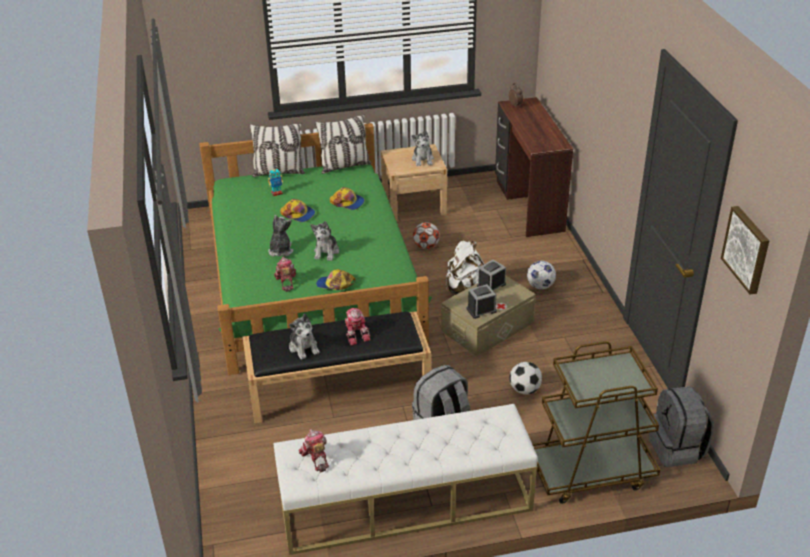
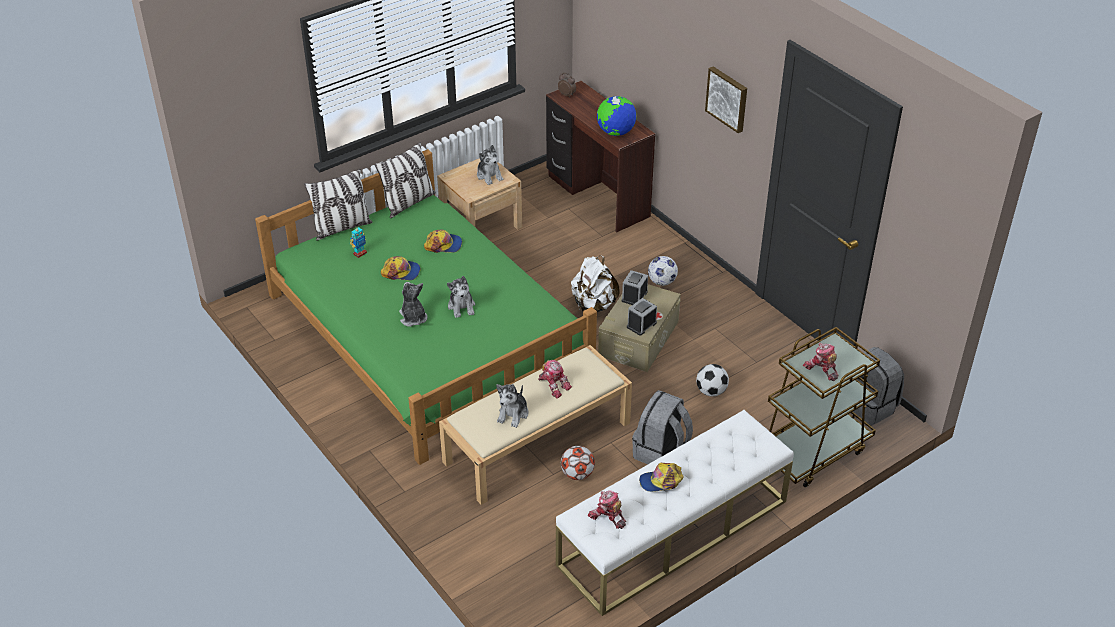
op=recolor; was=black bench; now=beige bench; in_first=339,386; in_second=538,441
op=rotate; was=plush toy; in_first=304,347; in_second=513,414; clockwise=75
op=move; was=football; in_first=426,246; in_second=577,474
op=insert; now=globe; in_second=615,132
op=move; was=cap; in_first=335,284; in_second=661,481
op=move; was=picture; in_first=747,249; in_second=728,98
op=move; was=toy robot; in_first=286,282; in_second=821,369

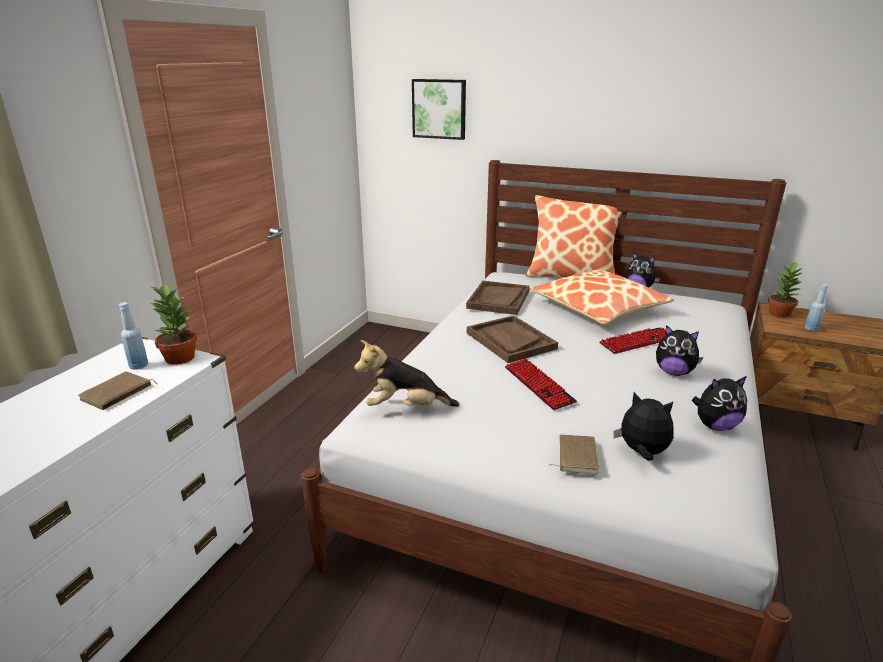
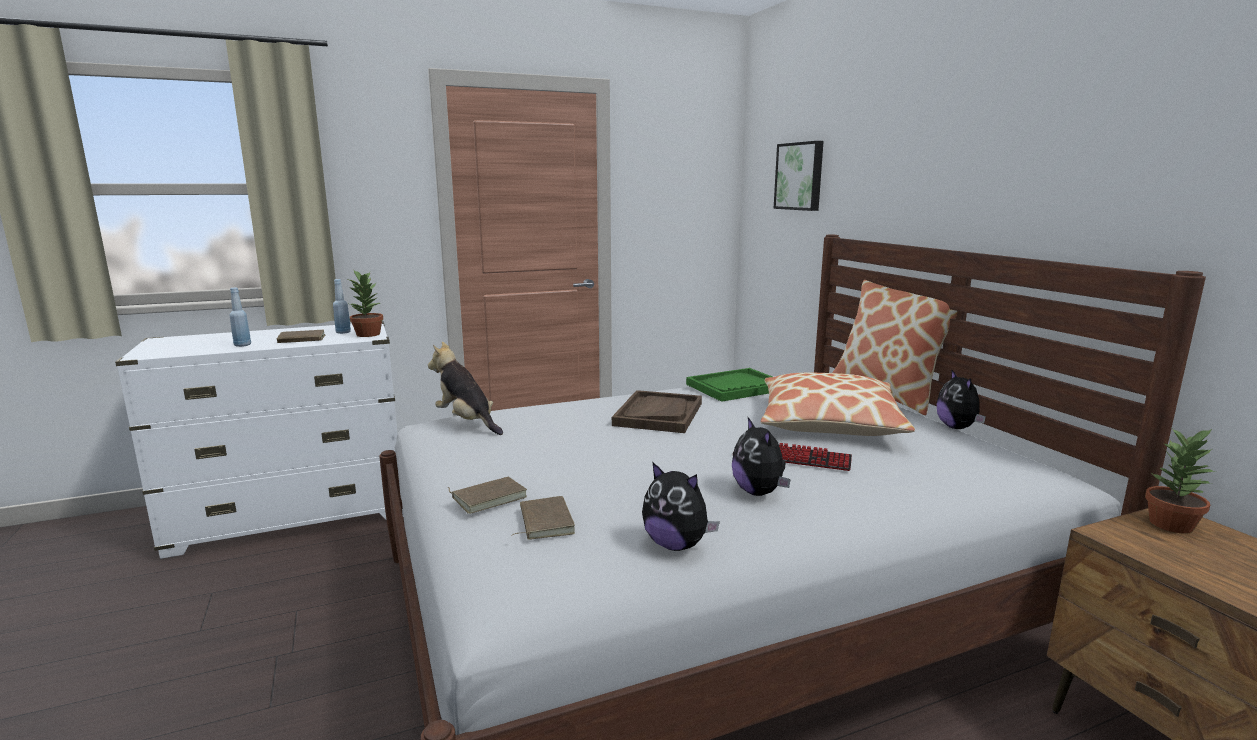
op=move; was=blue bottle; in_first=811,329; in_second=242,345
op=replace; was=plush toy; now=brown book; in_first=642,452; in_second=544,522
op=recolor; was=brown tray; now=green tray; in_first=498,299; in_second=736,387
op=delete; was=keyboard; in_first=538,385

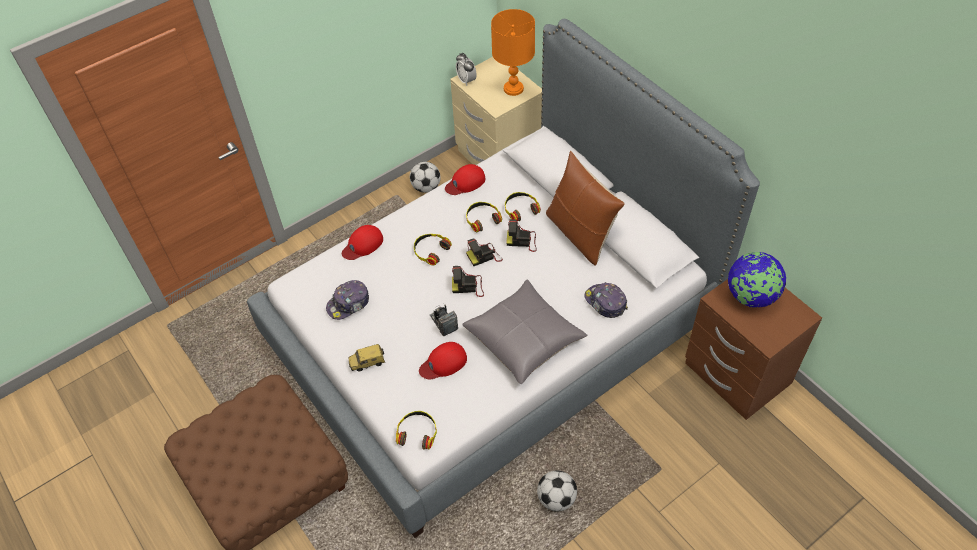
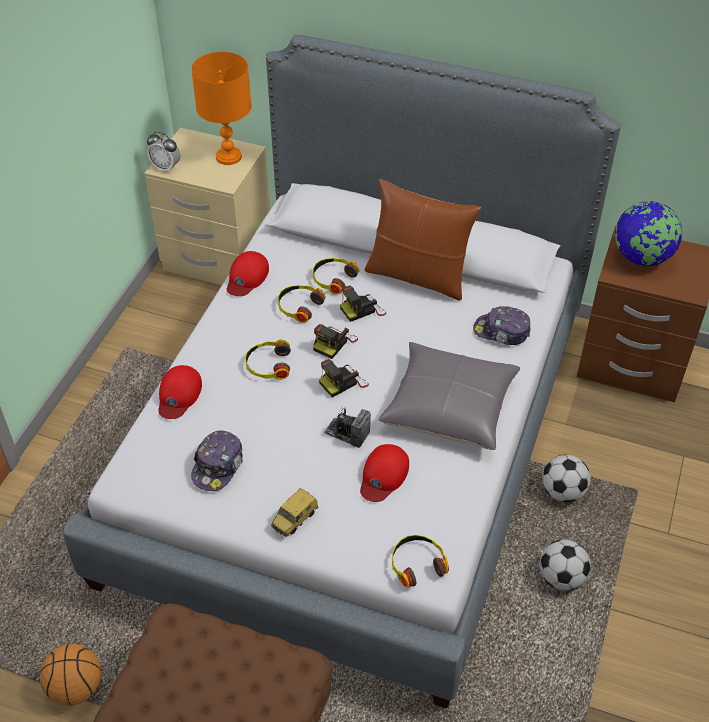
op=insert; now=basketball; in_second=76,688
op=move; was=football; in_first=426,187; in_second=562,492

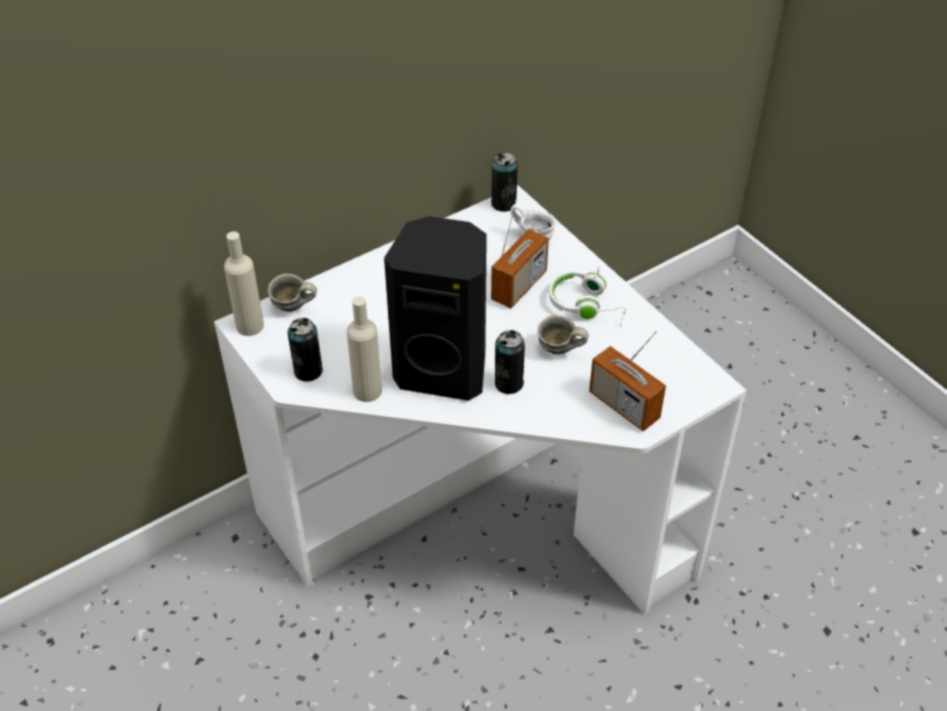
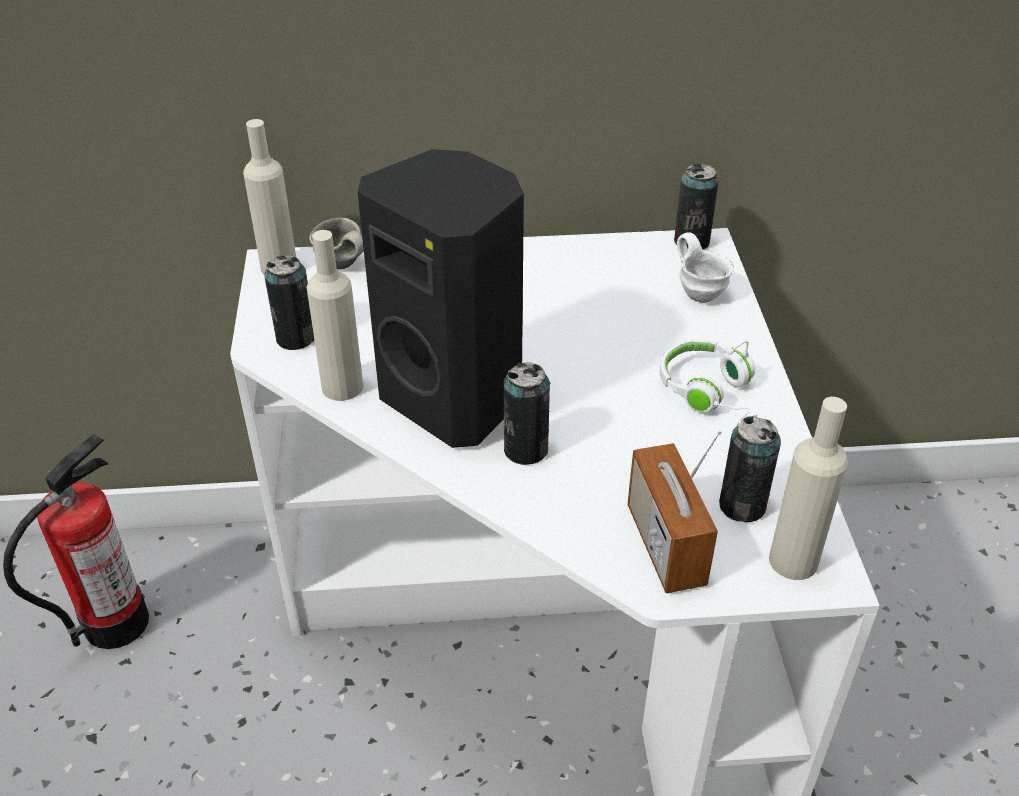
op=insert; now=fire extinguisher; in_second=115,622
op=insert; now=can; in_second=742,506
op=insert; now=beige bottle; in_second=793,560
op=delete; was=radio; in_first=519,286
op=delete; was=grey mug; in_first=559,352

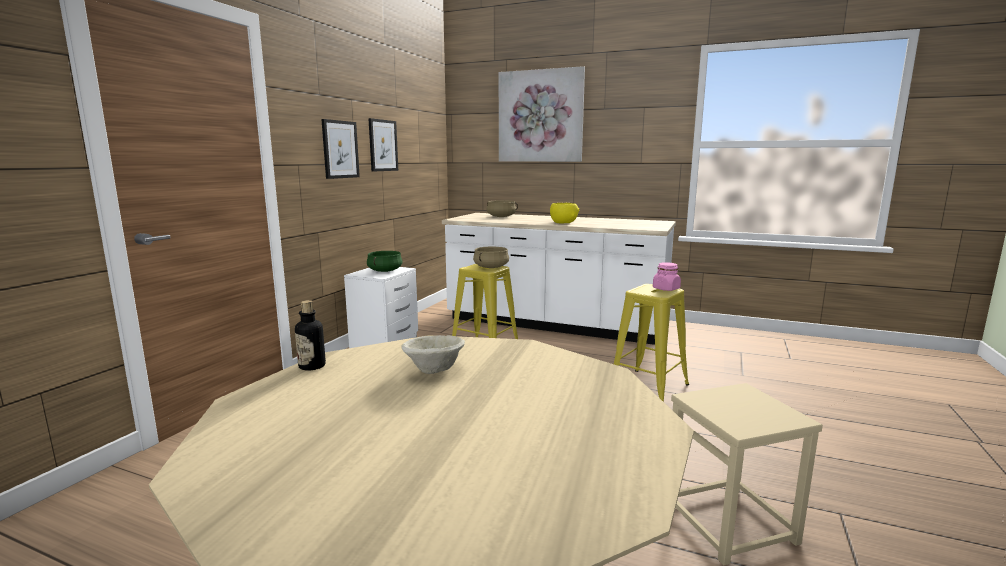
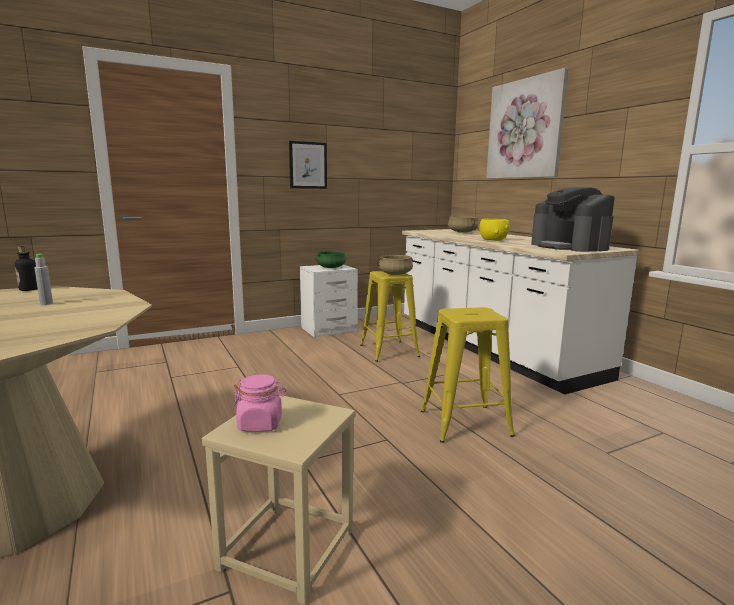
op=replace; was=beige bowl; now=grey bottle; in_first=433,371; in_second=46,303
op=move; was=pink jar; in_first=666,289; in_second=260,424
op=insert; now=coffee machine; in_second=569,247
op=delete; was=picture; in_first=383,145

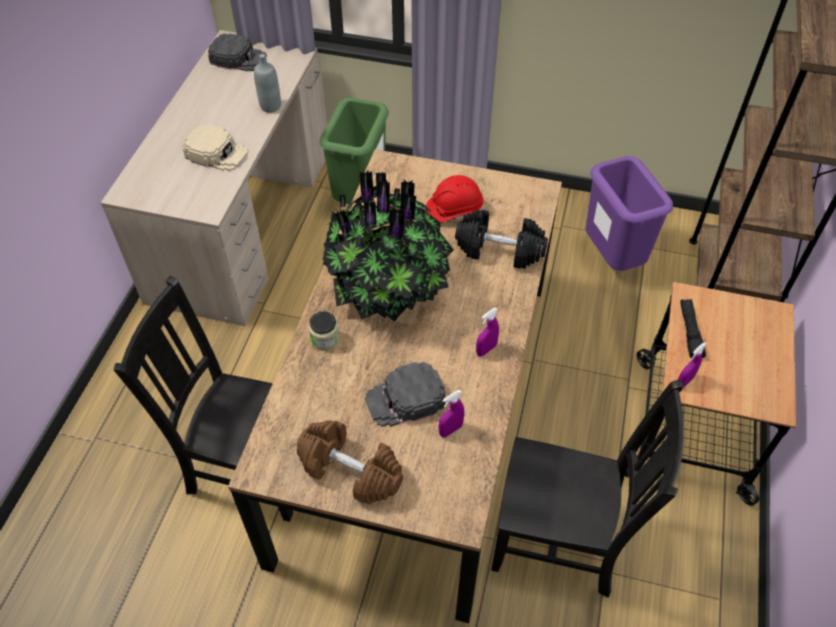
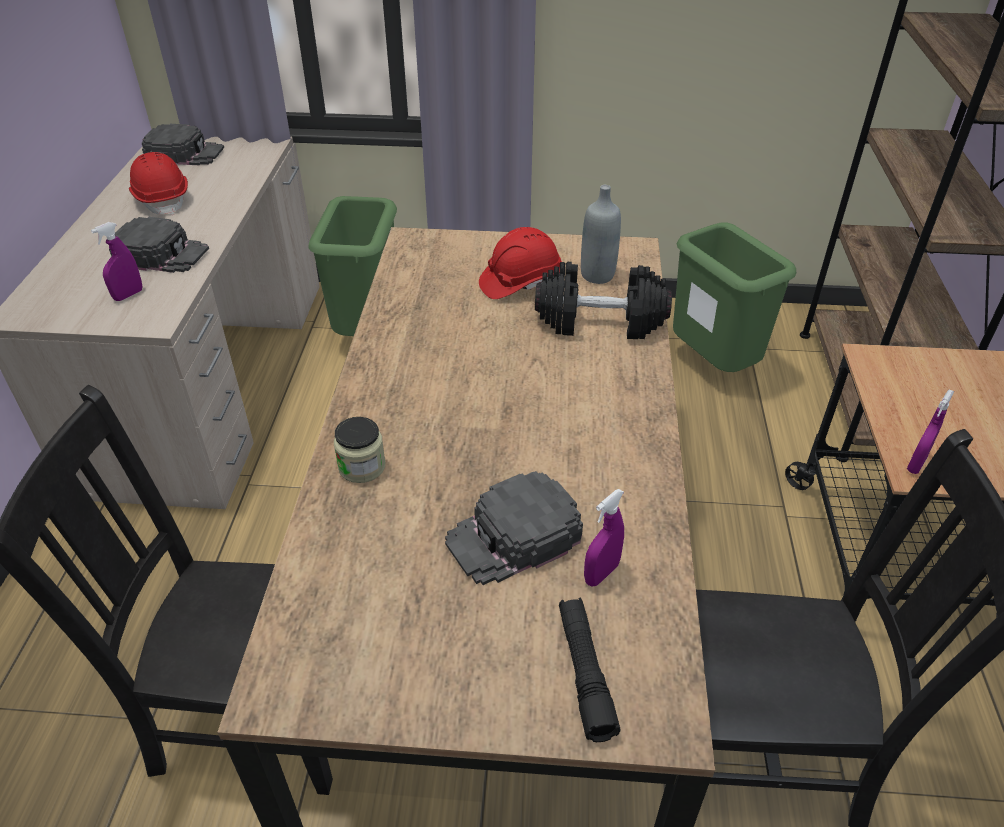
op=move; was=purple spray bottle; in_first=486,349; in_second=128,295
op=recolor; was=beige cap; now=black cap; in_first=217,153; in_second=162,254
op=insert; now=red hard hat; in_second=162,199
op=move; was=black flashlight; in_first=689,332; in_second=584,673
op=move; was=grey bottle; in_first=270,106; in_second=597,275
op=recolor; was=purple trash can; now=green trash can; in_first=613,259; in_second=713,366
op=delete; was=brown dumbbell; in_first=351,470
op=delete; was=potted plant; in_first=389,291

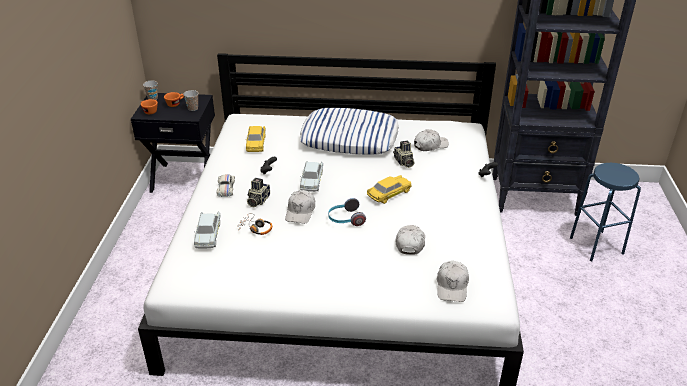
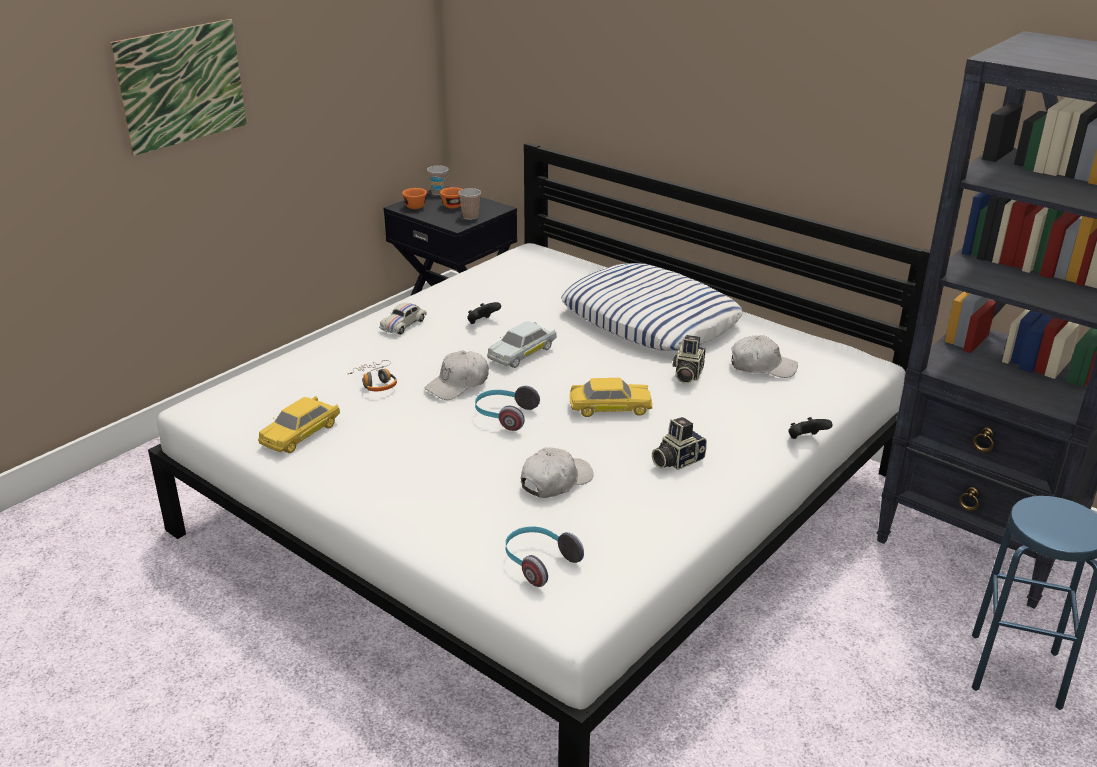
op=insert; now=picture; in_second=181,85
op=move; was=yellow toy car; in_first=256,143; in_second=301,434
op=replace; was=white cap; now=headphones; in_first=452,286; in_second=538,562
op=move; was=photo camera; in_first=257,200; in_second=676,460
op=delete; was=white toy car; in_first=208,235

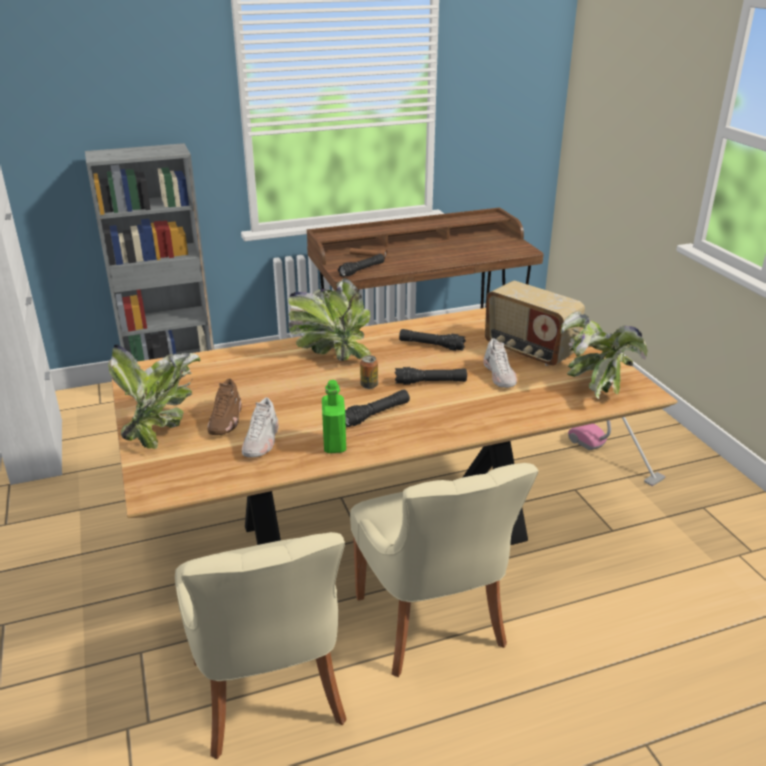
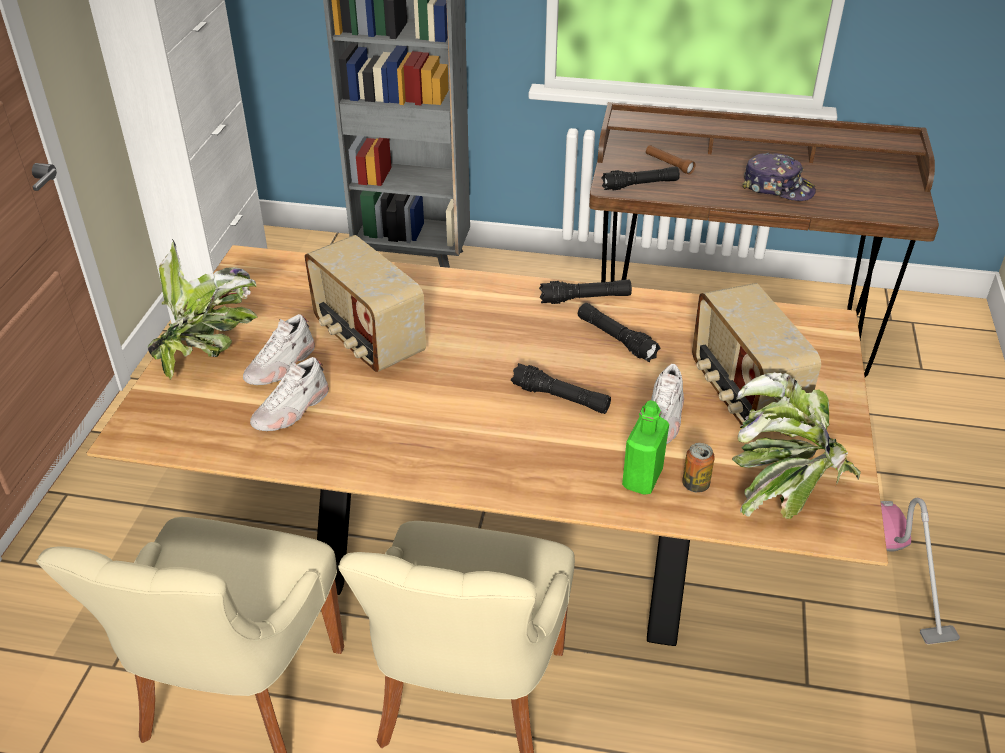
op=recolor; was=brown shoe; now=white shoe; in_first=226,420; in_second=281,365
op=insert; now=radio; in_second=367,339
op=move; was=black flashlight; in_first=376,414; in_second=585,299
op=move; was=green bottle; in_first=334,444; in_second=642,478
op=move; was=can; in_first=369,385; in_second=695,484
op=insert; now=cap; in_second=777,188
op=delete; was=potted plant; in_first=331,352

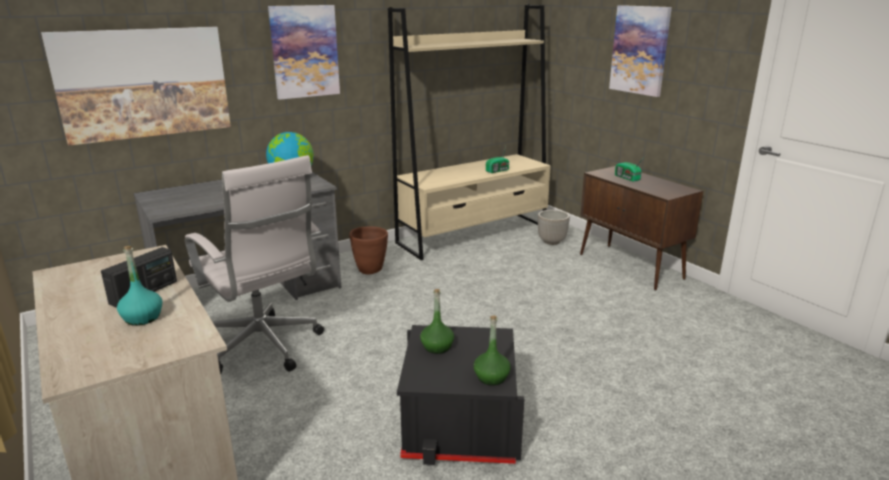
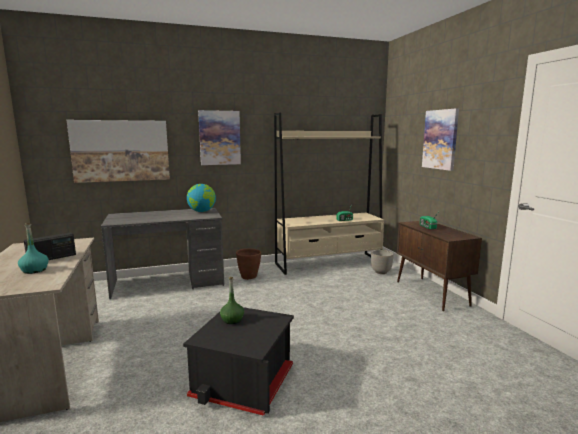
op=delete; was=white office chair; in_first=265,348
op=delete; was=green bottle; in_first=491,377

